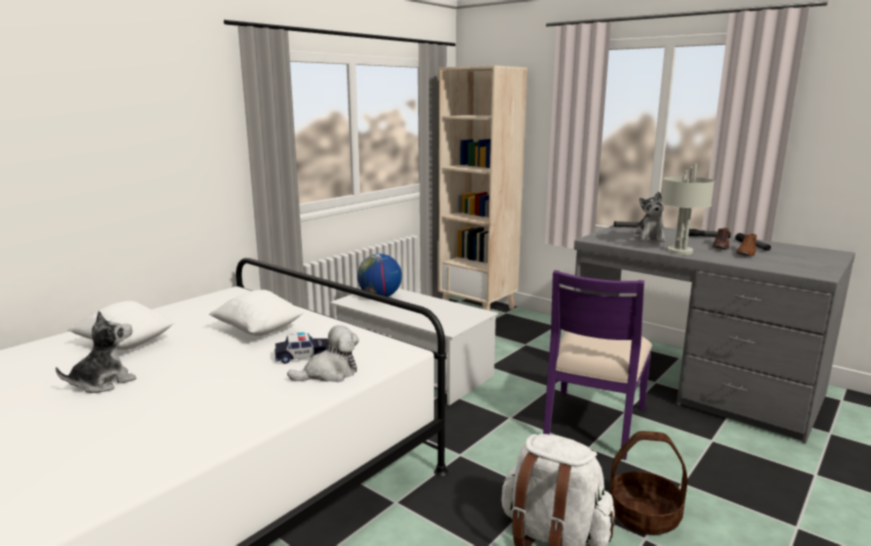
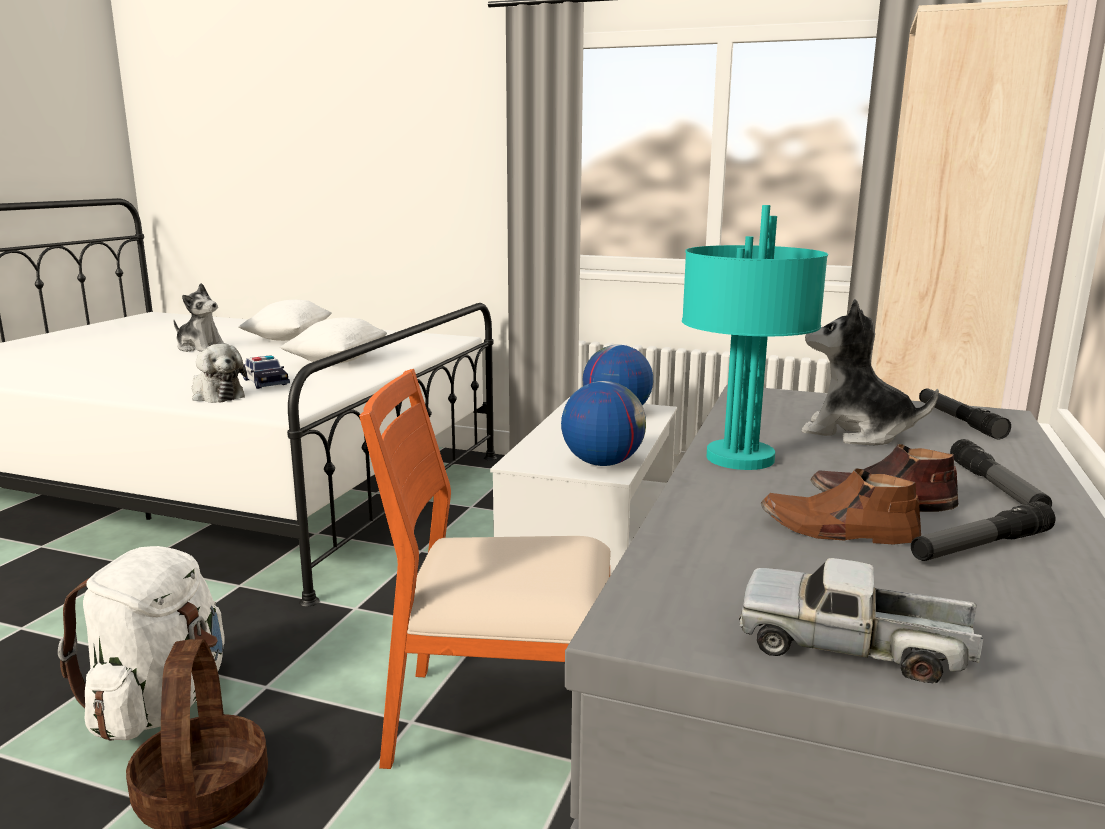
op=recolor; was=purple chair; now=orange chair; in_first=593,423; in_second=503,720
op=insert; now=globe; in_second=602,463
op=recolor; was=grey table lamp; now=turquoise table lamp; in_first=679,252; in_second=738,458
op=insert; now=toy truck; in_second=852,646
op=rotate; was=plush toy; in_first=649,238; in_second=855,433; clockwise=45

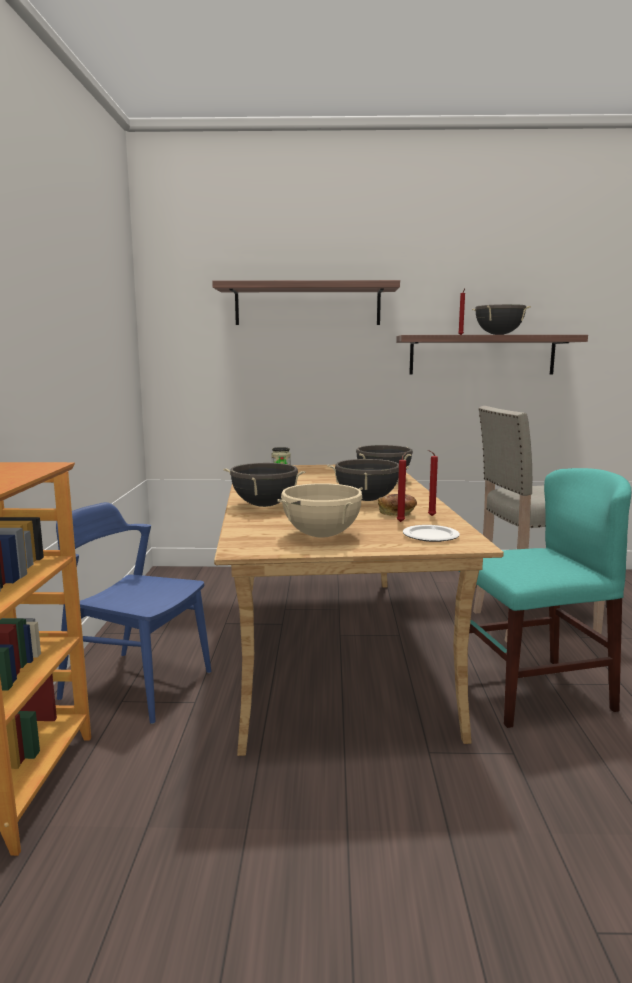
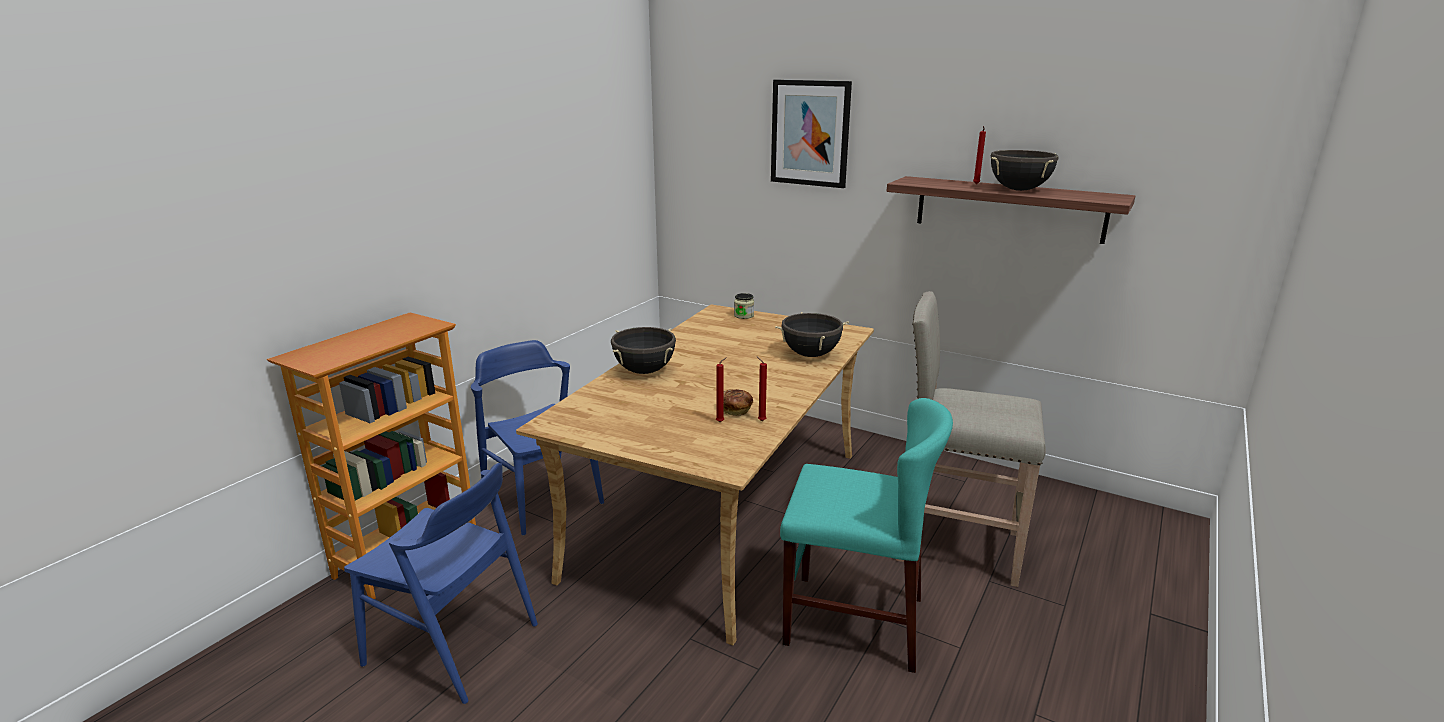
op=insert; now=blue chair; in_second=452,644
op=replace; was=shelf; now=picture; in_first=307,305; in_second=810,133
op=delete; was=beige cooking pot; in_first=321,535
op=delete; was=black cooking pot; in_first=367,500
op=delete; was=plate; in_first=430,536

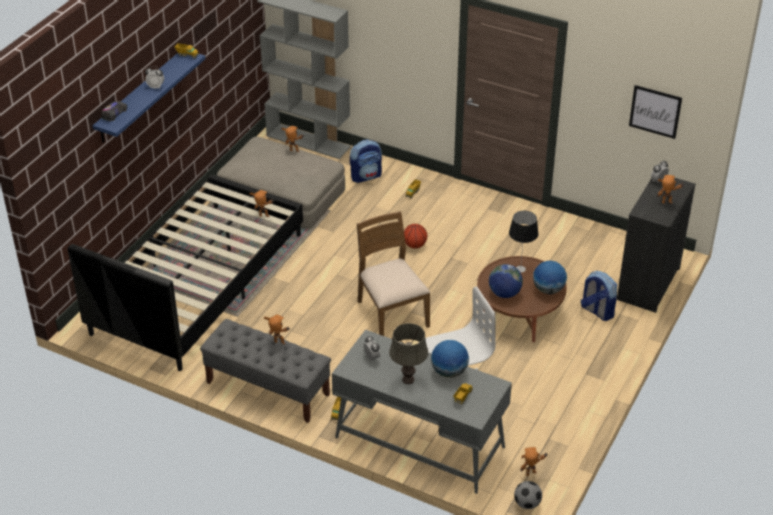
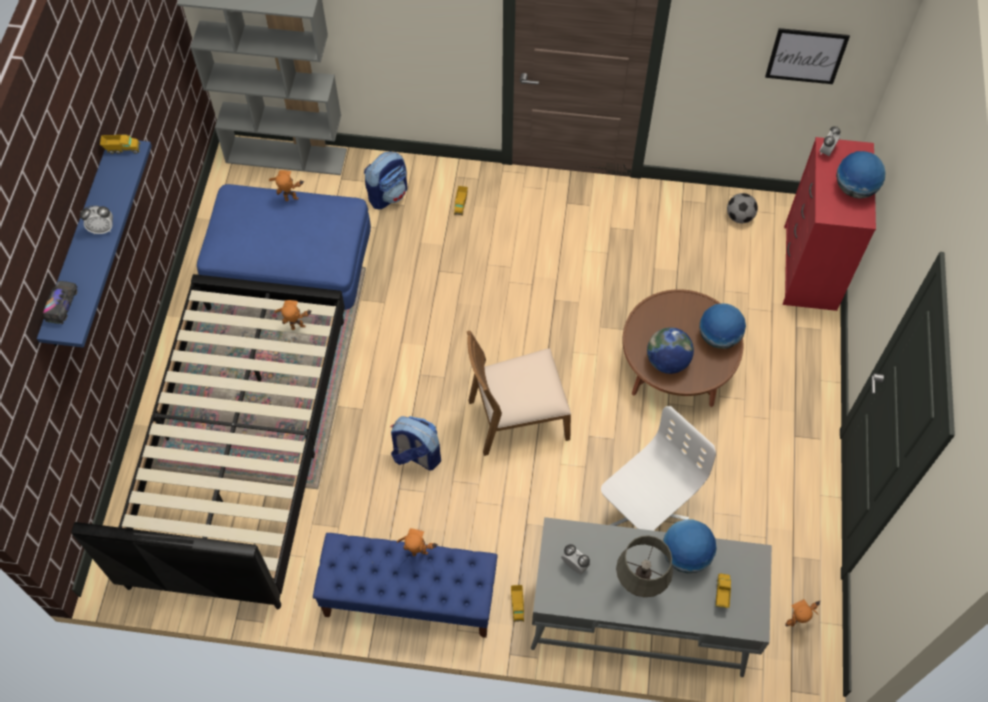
op=recolor; was=beige ottoman; now=blue ottoman; in_first=281,194; in_second=288,259
op=recolor; was=grey bench; now=blue bench; in_first=267,388; in_second=409,598
op=move; was=backpack; in_first=597,311; in_second=416,455
op=rotate; was=brown chair; in_first=391,314; in_second=517,418; clockwise=-60
op=move; was=football; in_first=527,504; in_second=739,217
op=recolor; was=black dresser; now=red dresser; in_first=647,284; in_second=809,267
op=replace; was=toy robot; now=globe; in_first=667,204; in_second=855,189
op=delete; was=basketball; in_first=414,245
op=delete; was=table lamp; in_first=520,269

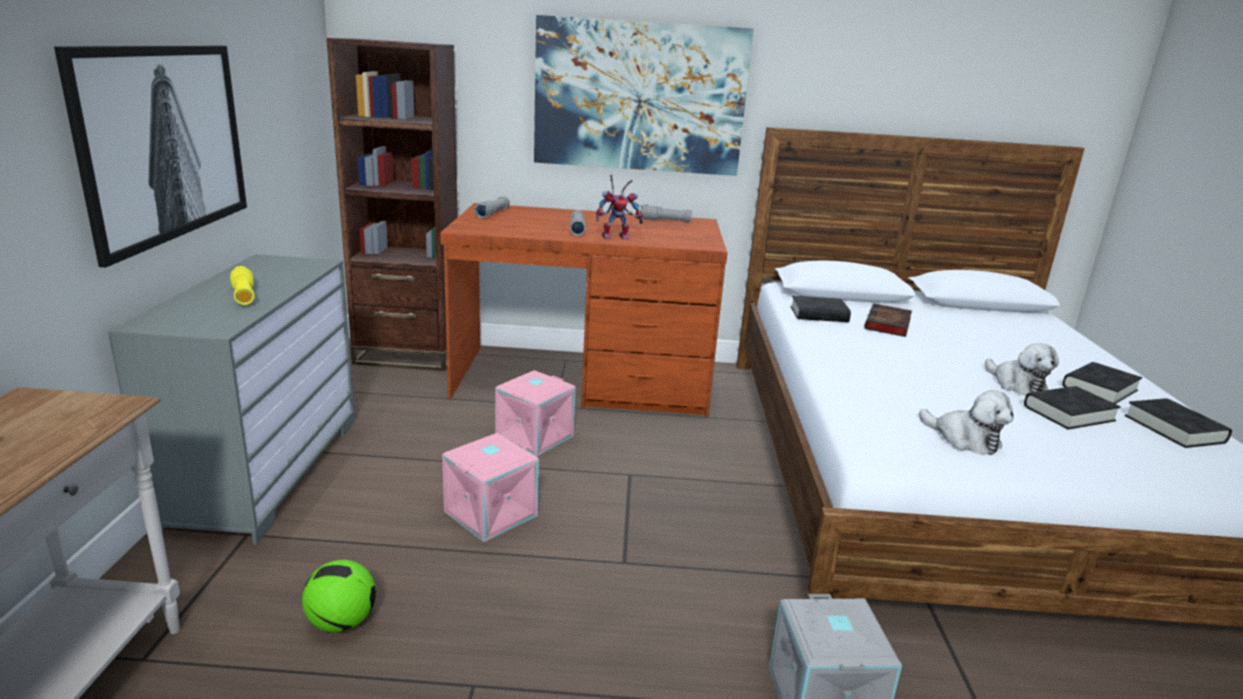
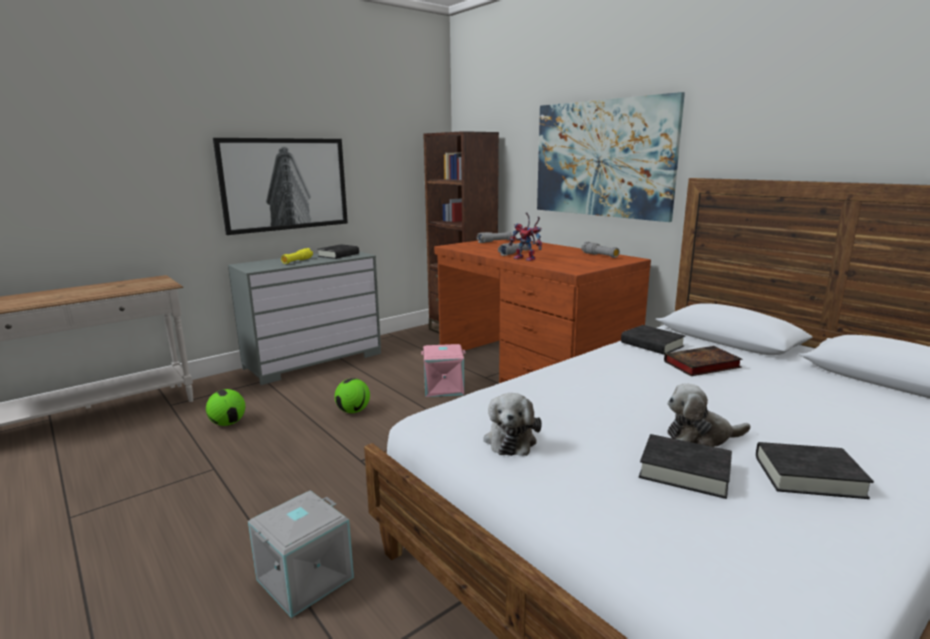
op=move; was=black book; in_first=1174,429; in_second=338,255
op=replace; was=pink storage box; now=football; in_first=490,513; in_second=353,411
op=rotate; was=plush toy; in_first=1016,384; in_second=701,437; clockwise=60

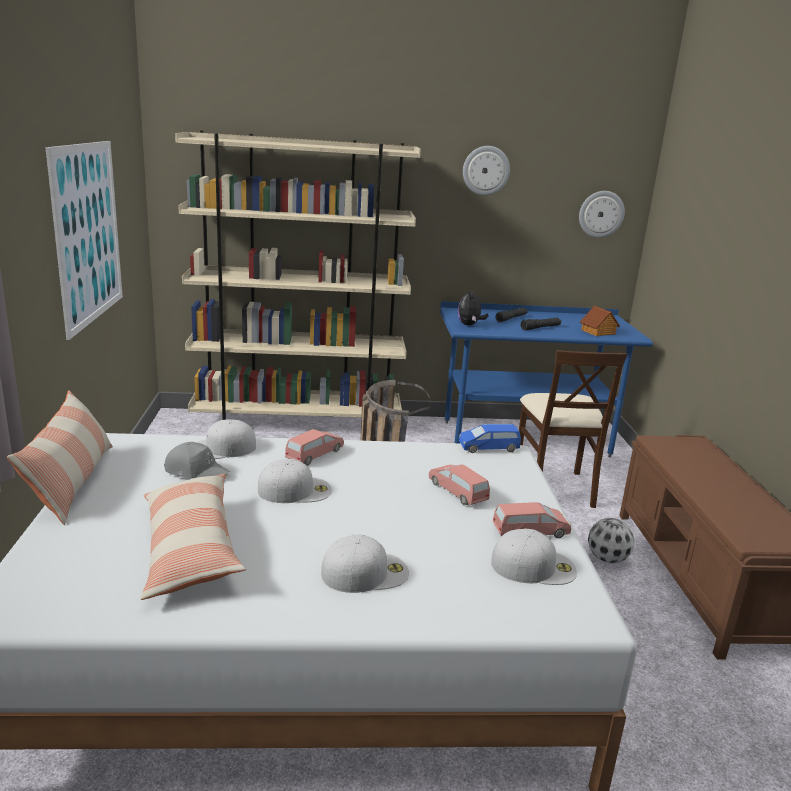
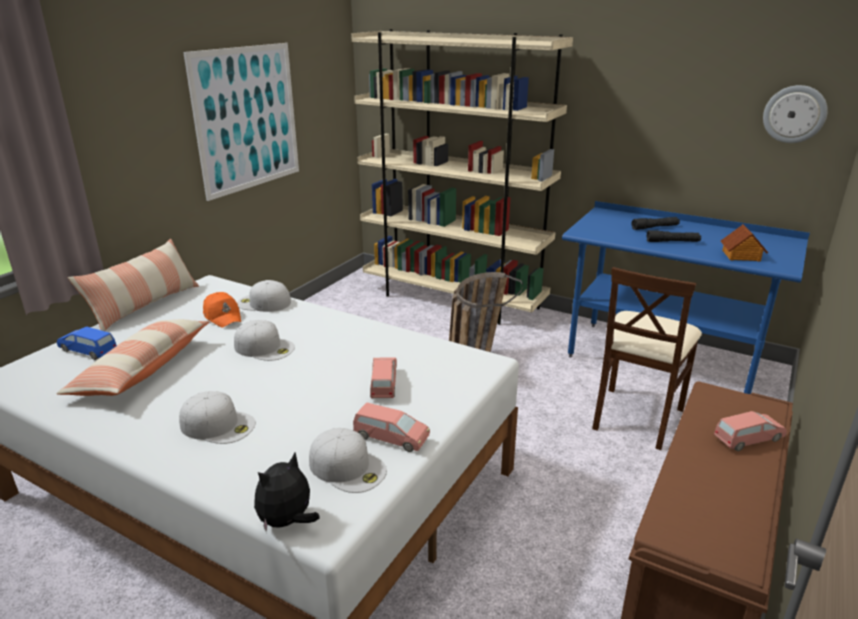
op=move; was=blue toy car; in_first=488,448; in_second=89,351
op=recolor; was=grey cap; now=orange cap; in_first=196,471; in_second=223,316
op=move; was=plush toy; in_first=469,325; in_second=287,522
op=move; was=pink toy car; in_first=314,455; in_second=748,439
op=delete; was=wall clock; in_first=486,170
op=delete; was=football; in_first=606,559

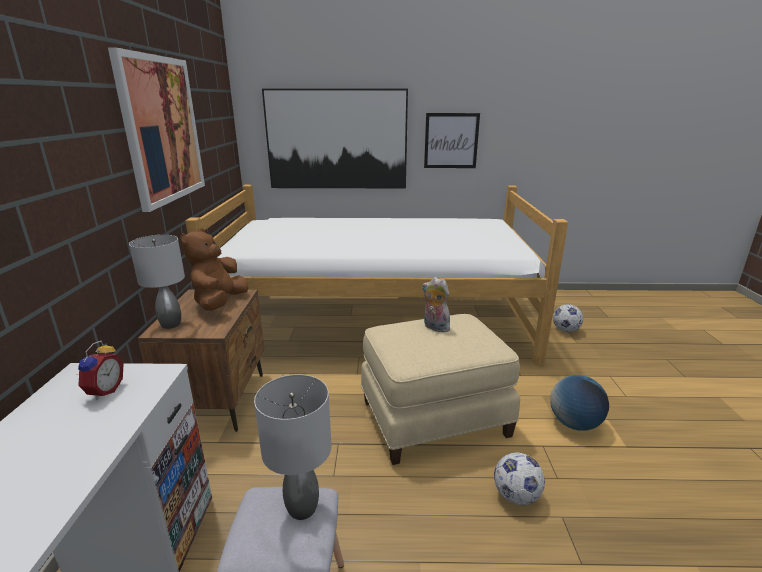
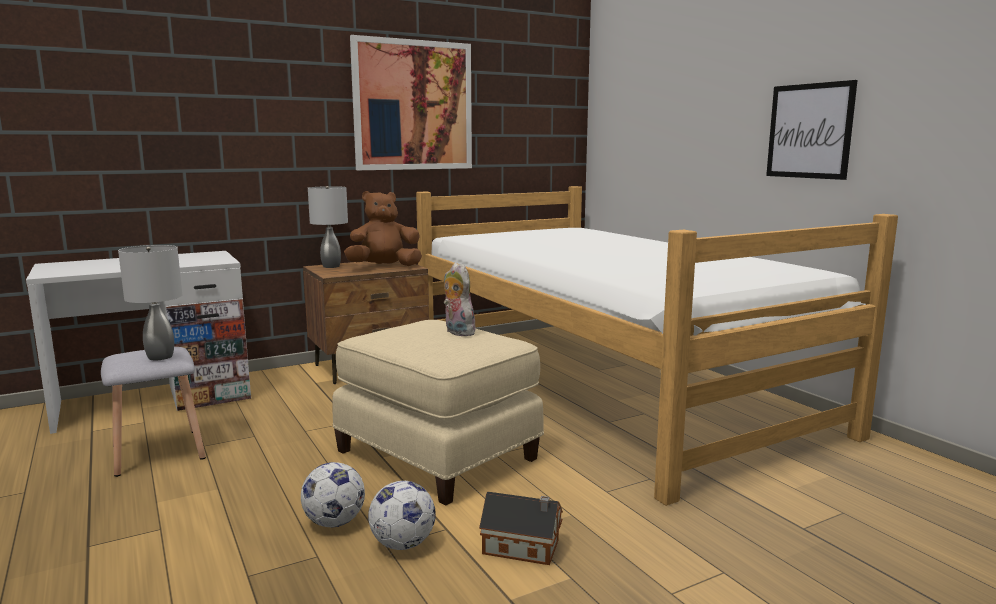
op=move; was=football; in_first=565,330; in_second=403,544
op=rotate; was=plush toy; in_first=434,327; in_second=457,332; clockwise=-45
op=replace; was=globe; now=toy house; in_first=574,423; in_second=524,548
op=delete; was=alarm clock; in_first=104,391
op=delete; was=picture; in_first=336,140

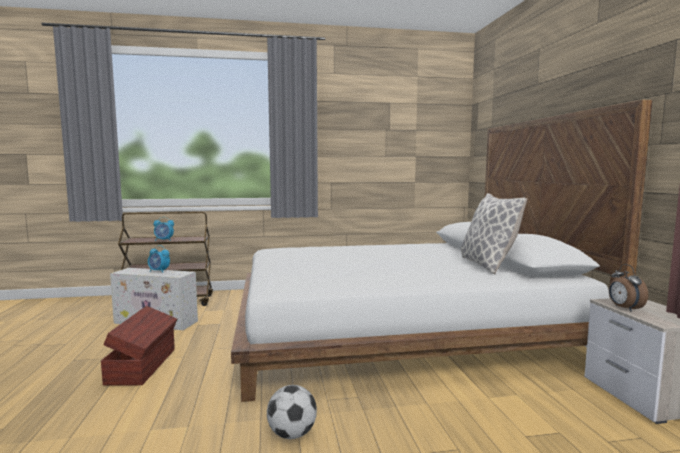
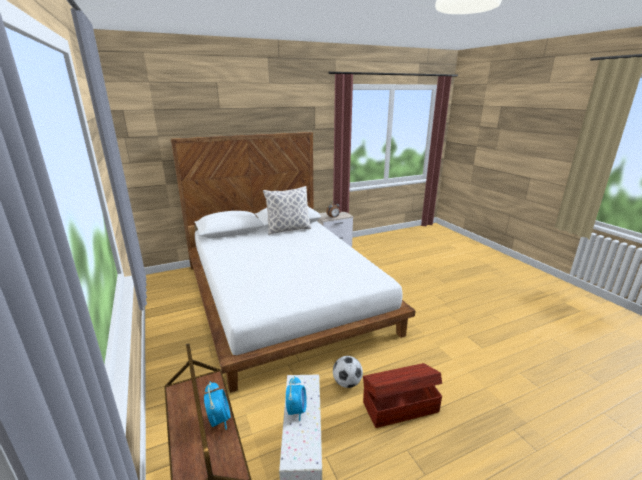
op=move; was=football; in_first=292,434; in_second=347,383

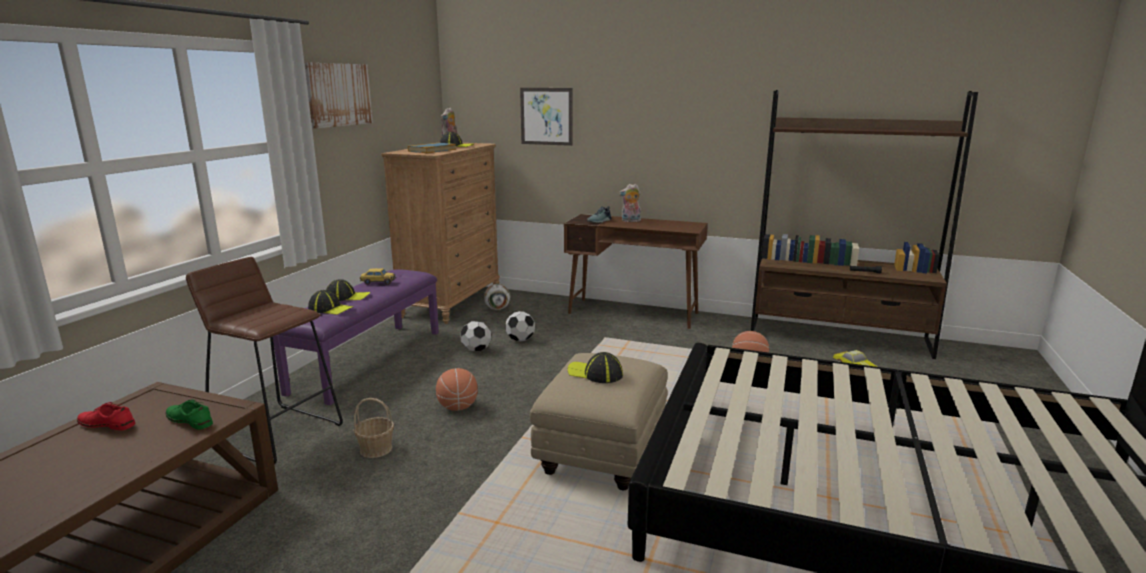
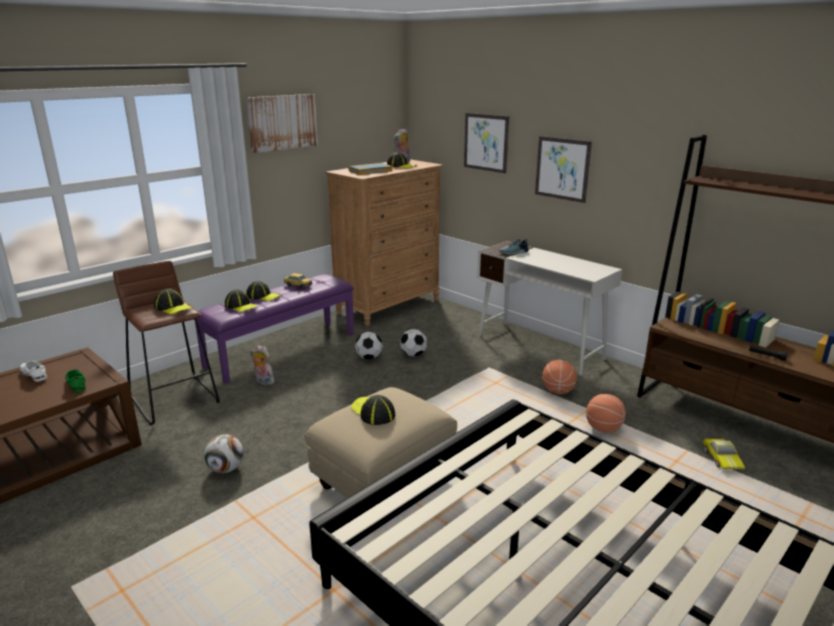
op=recolor; was=red shoe; now=white shoe; in_first=107,424; in_second=34,374
op=insert; now=cap; in_second=173,307
op=move; was=football; in_first=497,309; in_second=226,469
op=move; was=plush toy; in_first=630,221; in_second=263,382
op=recolor; was=brown desk; now=white desk; in_first=633,313; in_second=540,347
op=insert; now=picture; in_second=562,169
op=move; was=basketball; in_first=457,407; in_second=557,391
op=delete; was=basket; in_first=376,449

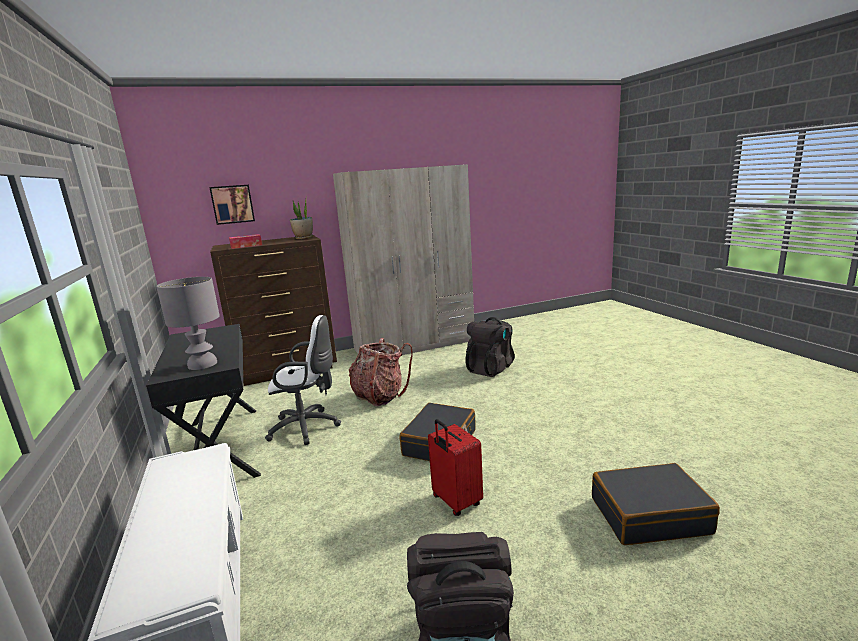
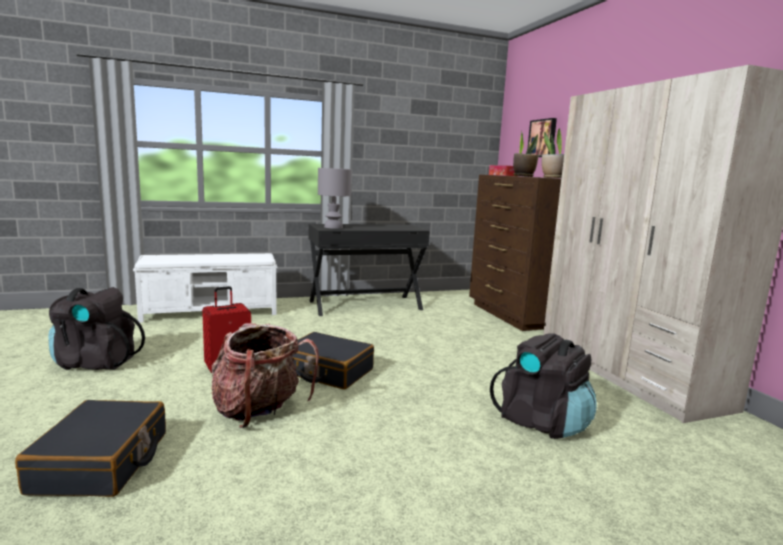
op=move; was=backpack; in_first=380,396; in_second=259,412
op=insert; now=potted plant; in_second=523,176
op=delete; was=white office chair; in_first=308,427

